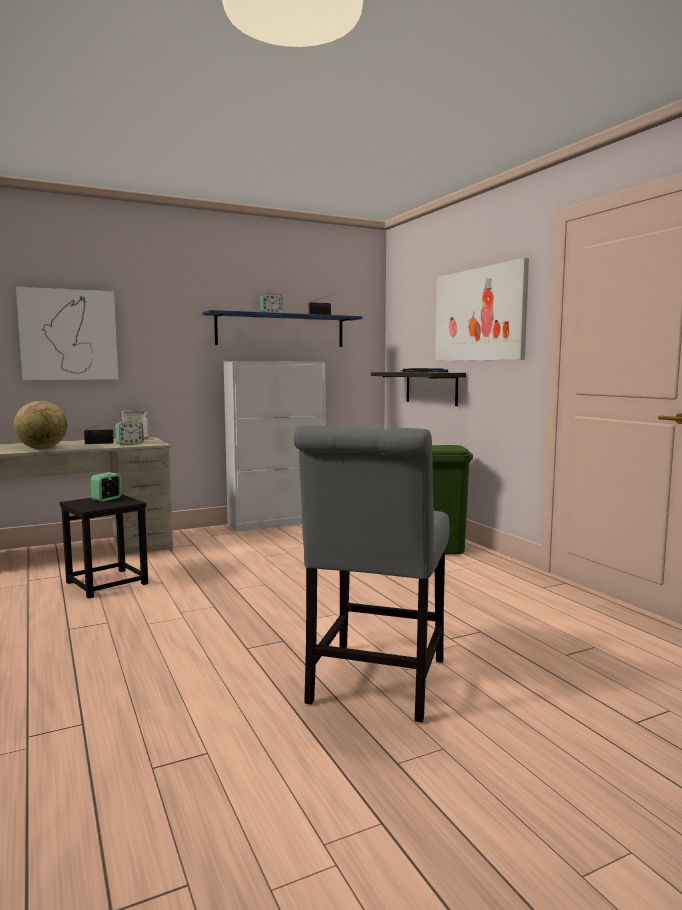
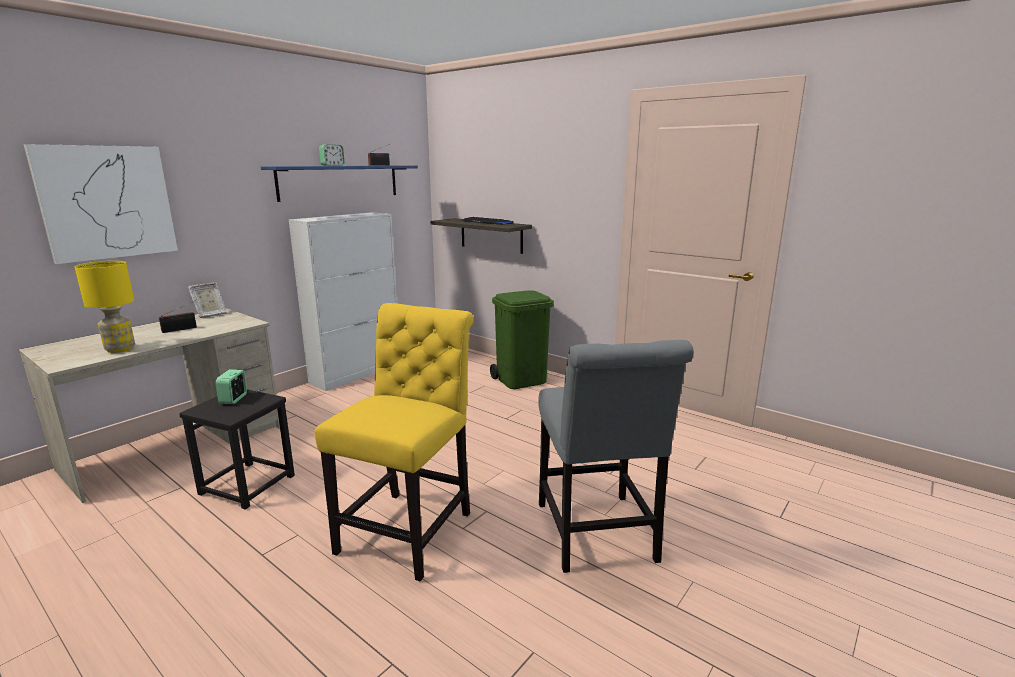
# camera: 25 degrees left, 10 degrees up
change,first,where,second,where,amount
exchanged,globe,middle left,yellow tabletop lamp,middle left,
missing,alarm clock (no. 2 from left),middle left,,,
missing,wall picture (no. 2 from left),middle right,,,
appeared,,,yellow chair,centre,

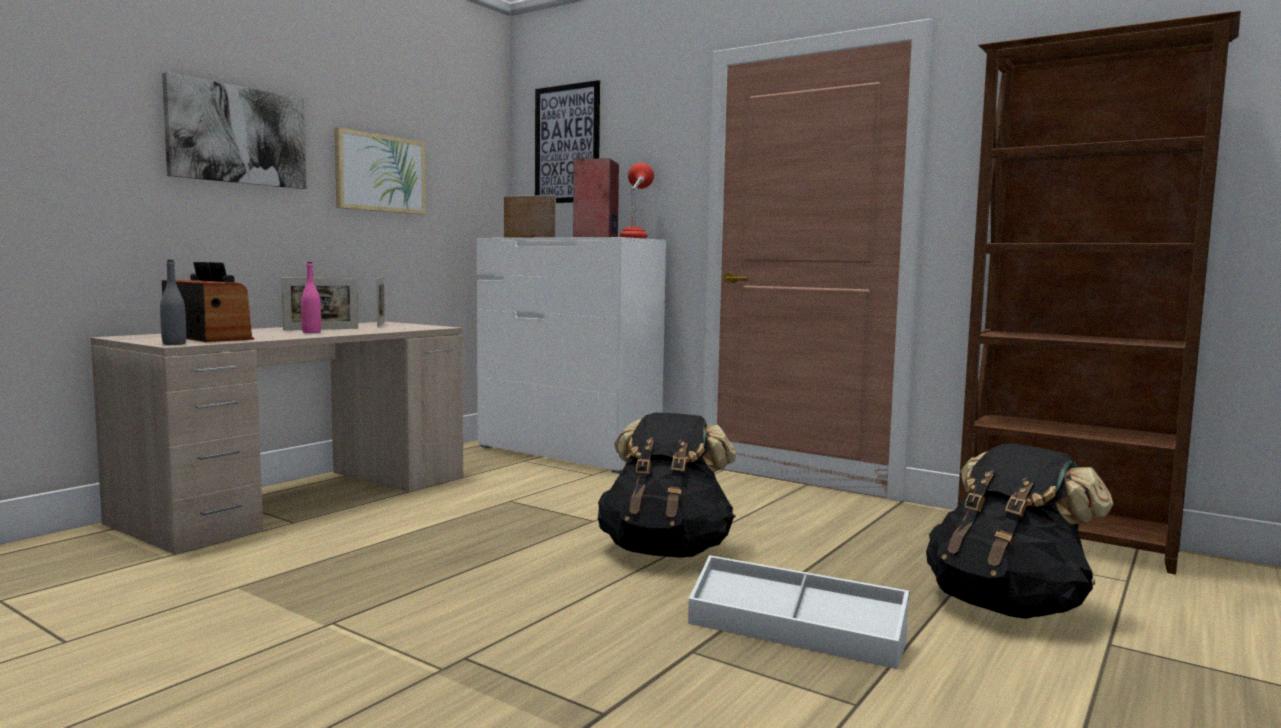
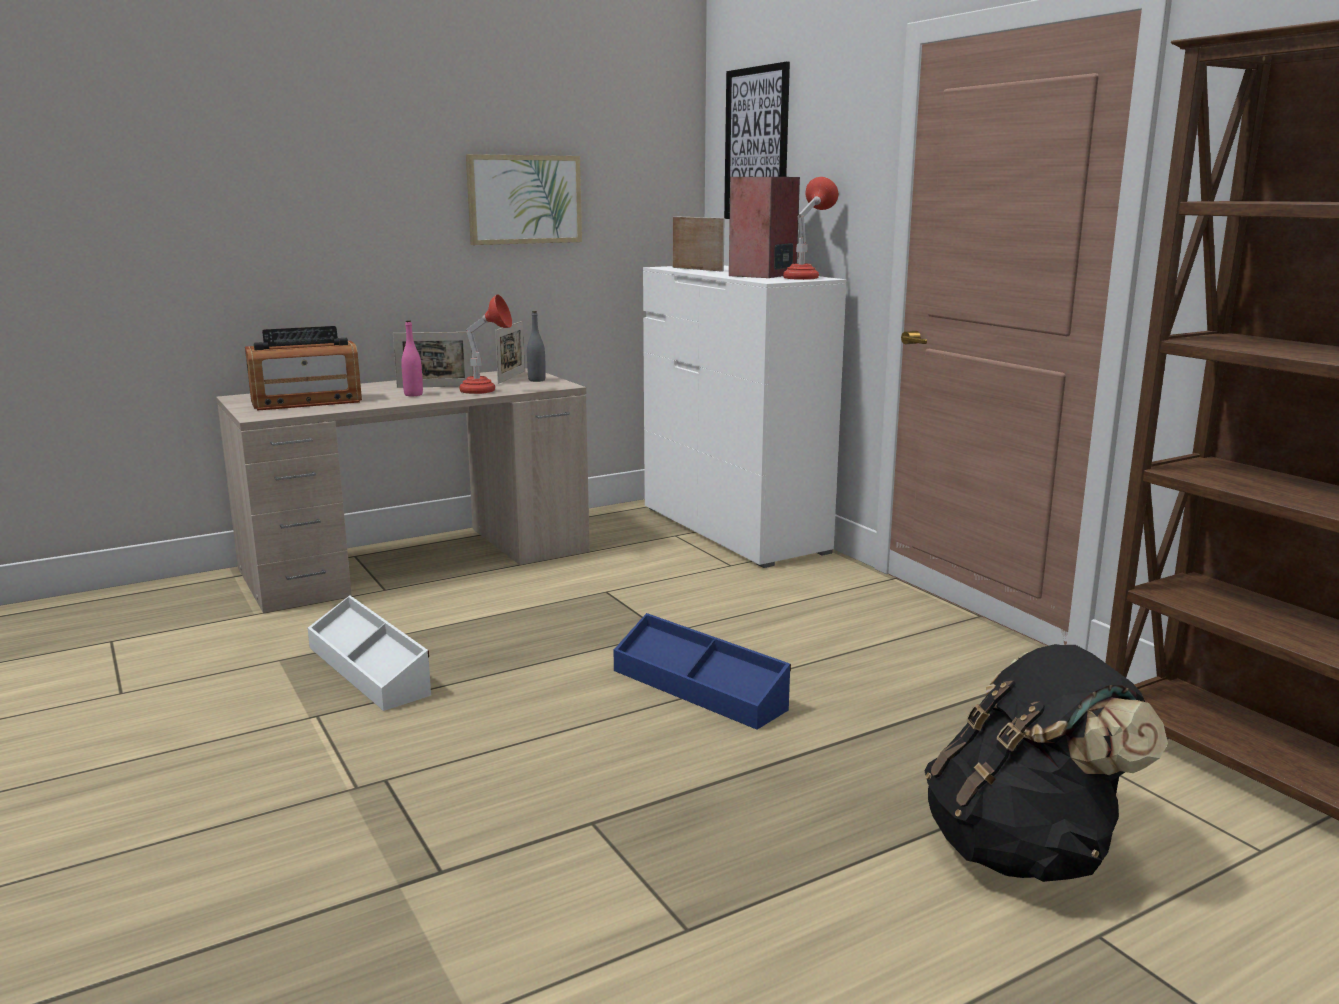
# camera: 25 degrees right, 10 degrees up
change,first,where,second,where,amount
relocated,grey beverage bottle,middle left,,centre,
missing,wall picture (no. 1 from left),top left,,,
spun,radio set,middle left,,middle left,90 degrees clockwise
exchanged,blackish rucksack (no. 1 from left),centre,blue storage bin,bottom centre,
relocated,white storage bin,bottom centre,,middle left,
appeared,,,reddish tabletop lamp (no. 1 from left),centre,

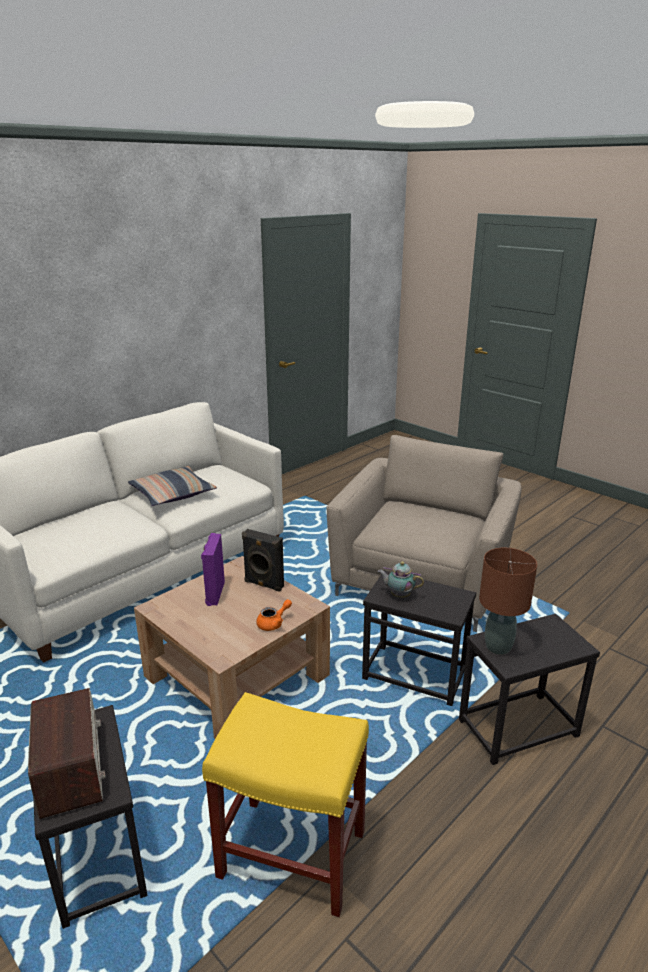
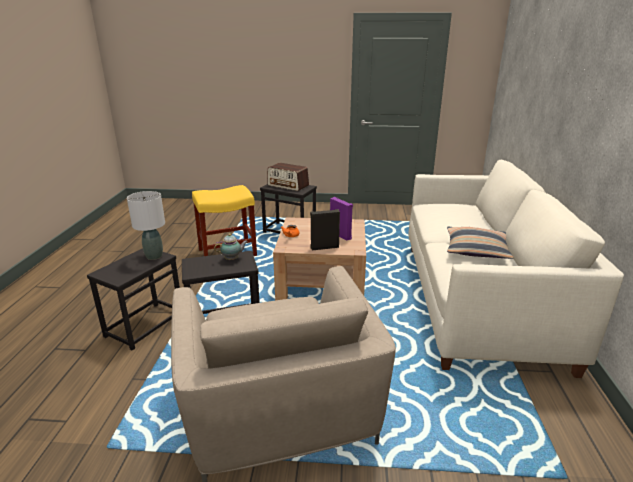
# camera: 140 degrees right, 0 degrees up
change,first,where,second,where,amount
colour,brown-coloured tabletop lamp,middle right,grey tabletop lamp,middle left,

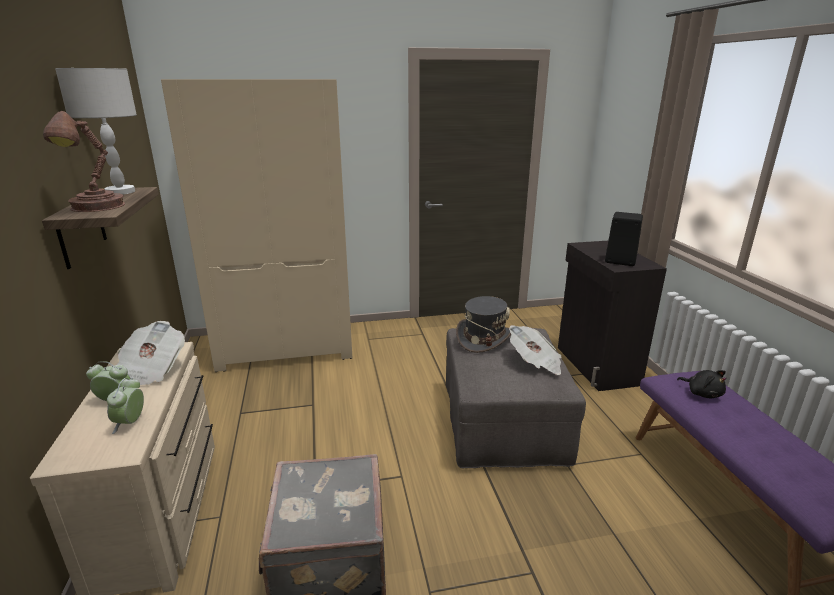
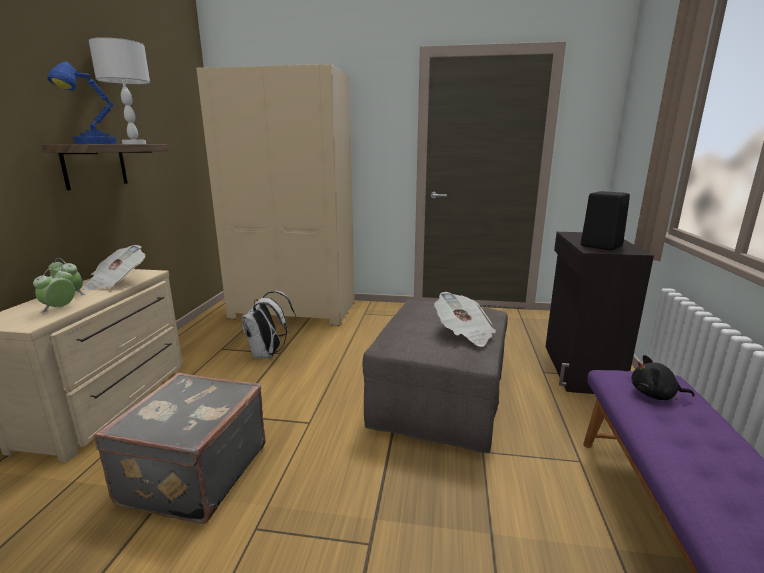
# camera: 20 degrees right, 5 degrees down
change,first,where,second,where,amount
colour,brown-coloured tabletop lamp,top left,blue tabletop lamp,top left,
missing,grey clothing hat,centre,,,
spun,blackish cuddly toy,middle right,,middle right,120 degrees clockwise
appeared,,,white rucksack,centre,

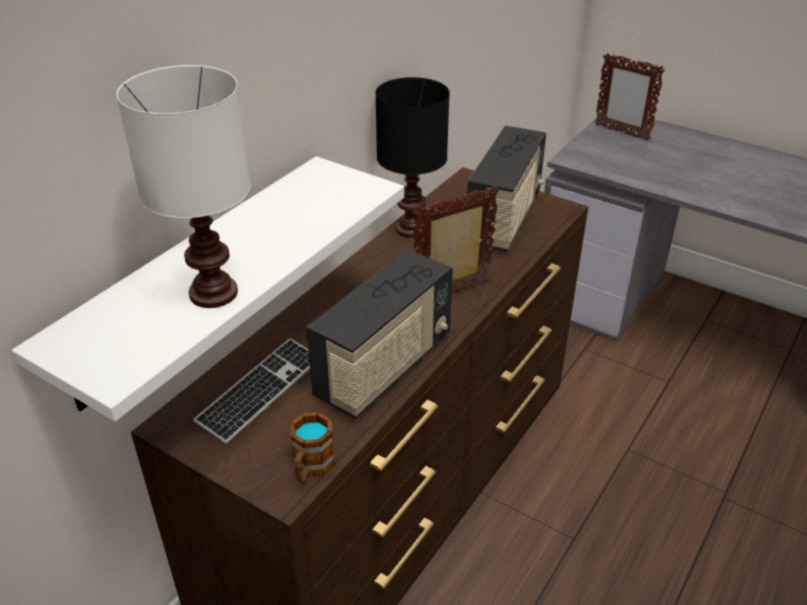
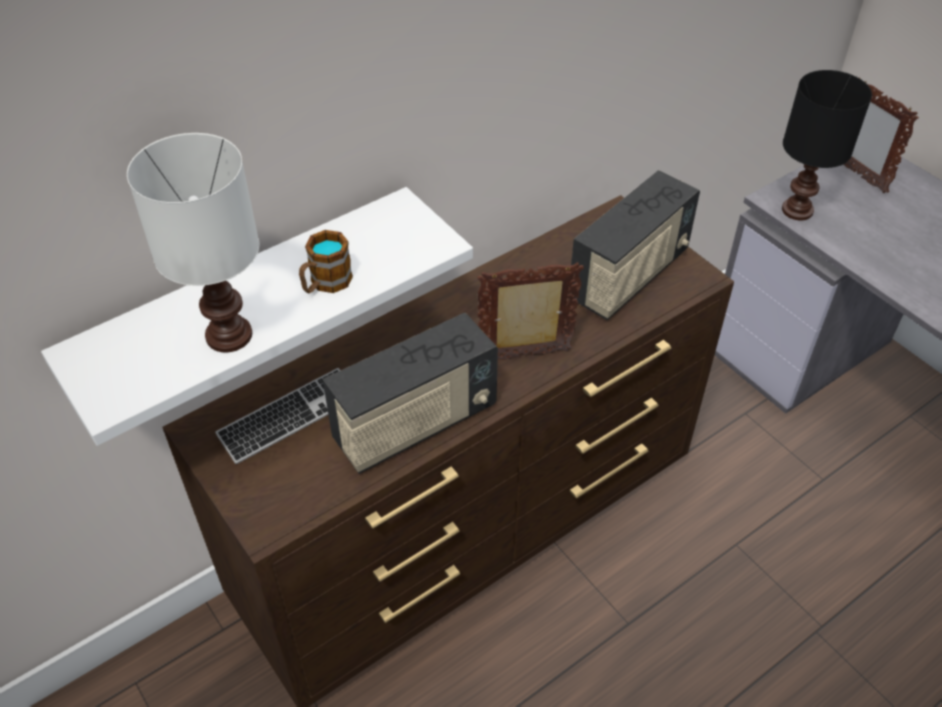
# camera: 20 degrees right, 10 degrees up
change,first,where,second,where,amount
relocated,coffee mug,bottom centre,,centre,
relocated,blackish tabletop lamp,top centre,,top right,

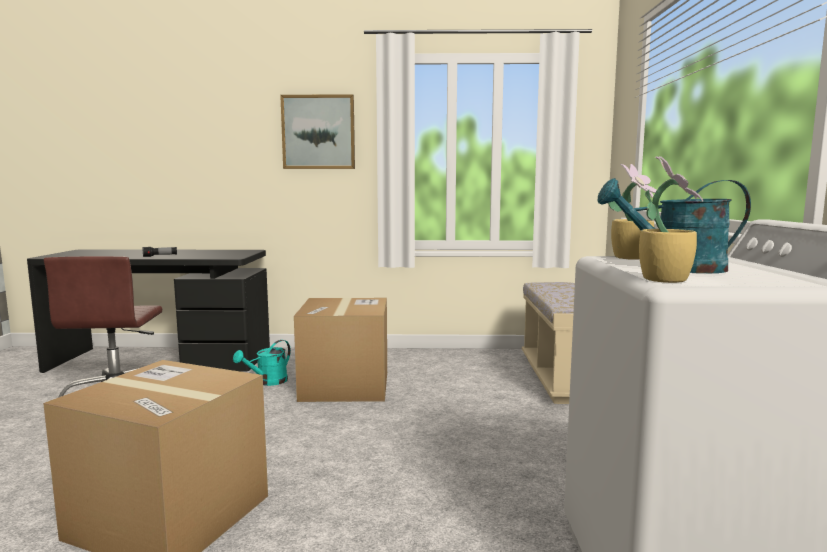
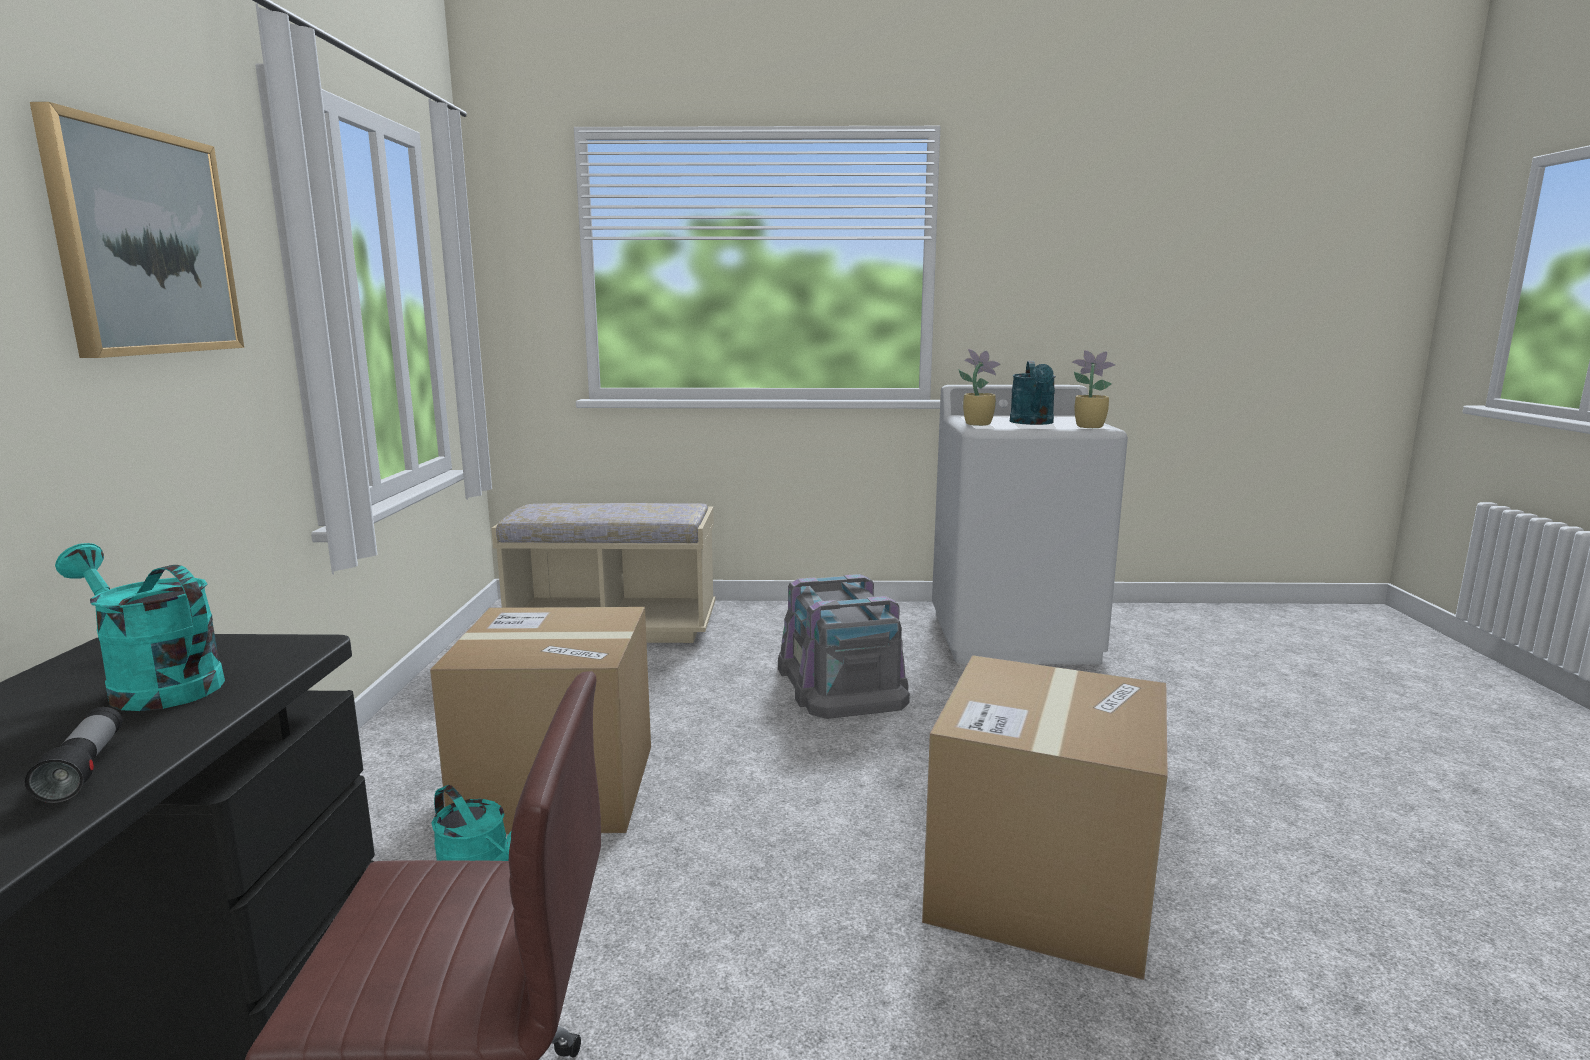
# camera: 90 degrees left, 5 degrees up
change,first,where,second,where,amount
appeared,,,turquoise watering pot (no. 1 from left),middle left,
appeared,,,grey storage bin,centre,

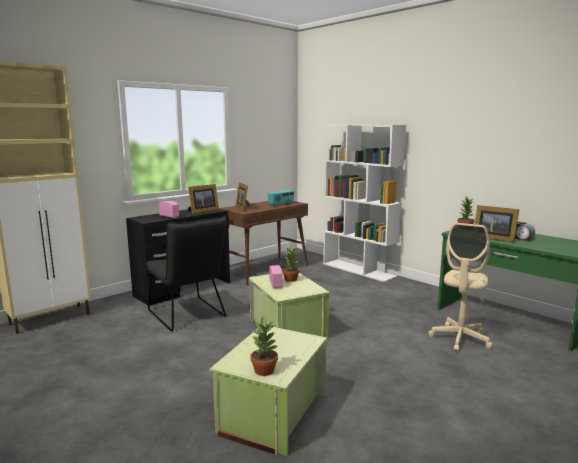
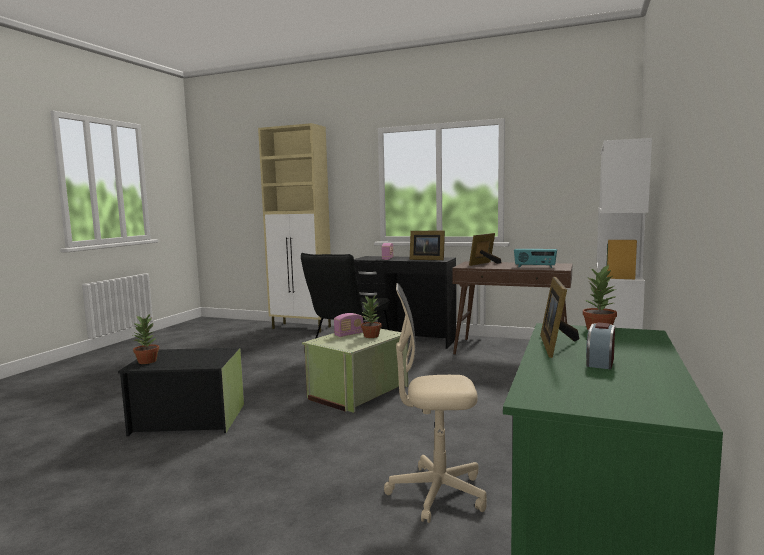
# camera: 65 degrees right, 5 degrees down
change,first,where,second,where,amount
colour,green-coloured storage bin (no. 1 from left),bottom centre,blackish storage bin,bottom left,

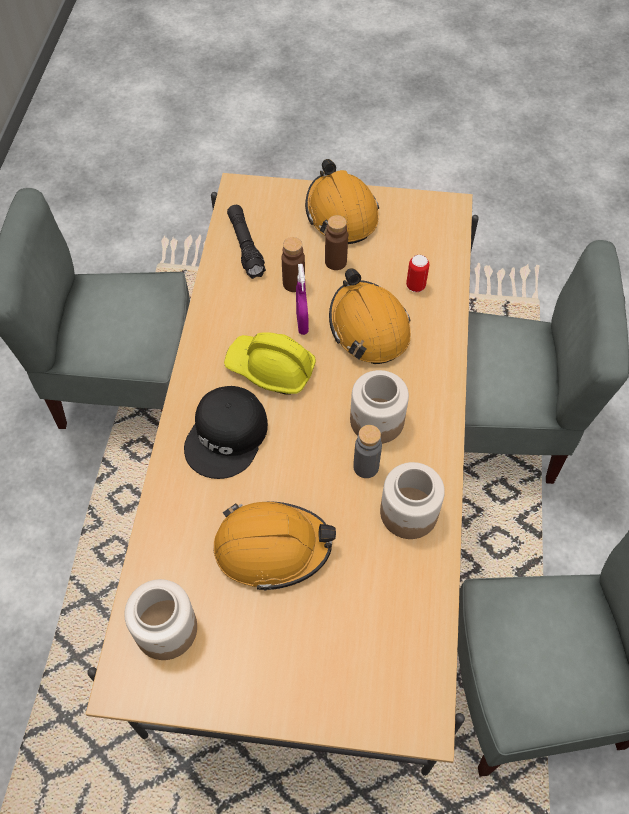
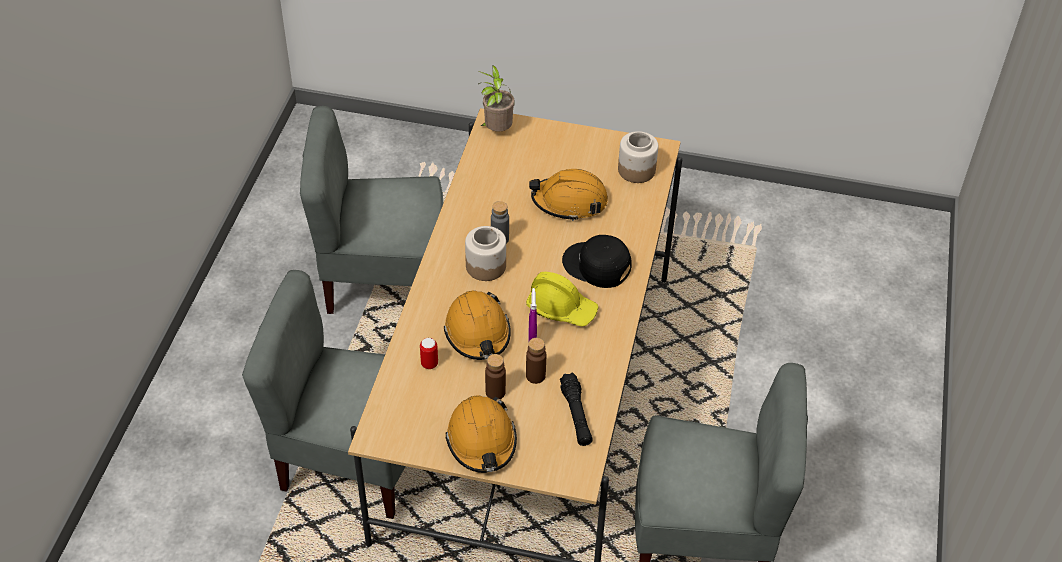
# camera: 175 degrees left, 10 degrees down
change,first,where,second,where,amount
spun,blackish peaked cap,centre,,centre,90 degrees counterclockwise
missing,preserve jar (no. 3 from left),centre,,,
appeared,,,houseplant,top centre,

